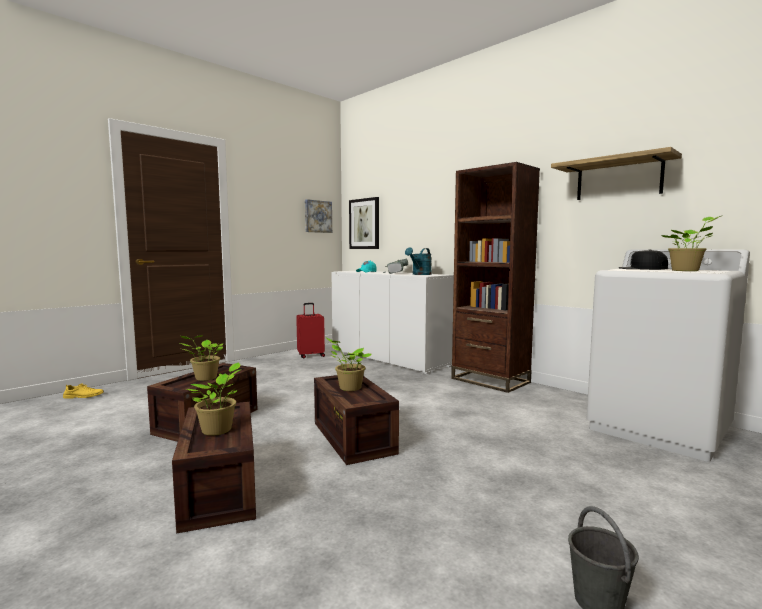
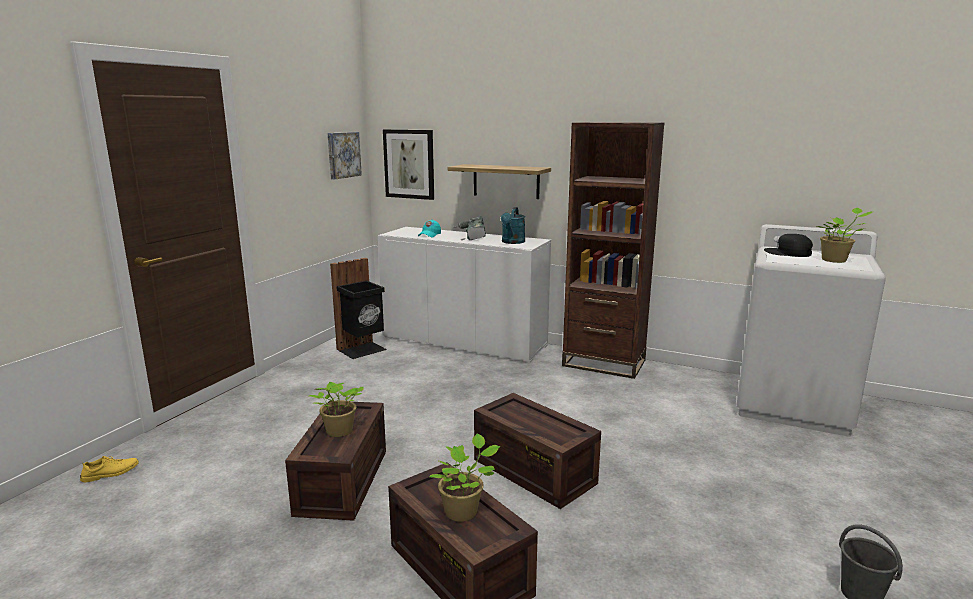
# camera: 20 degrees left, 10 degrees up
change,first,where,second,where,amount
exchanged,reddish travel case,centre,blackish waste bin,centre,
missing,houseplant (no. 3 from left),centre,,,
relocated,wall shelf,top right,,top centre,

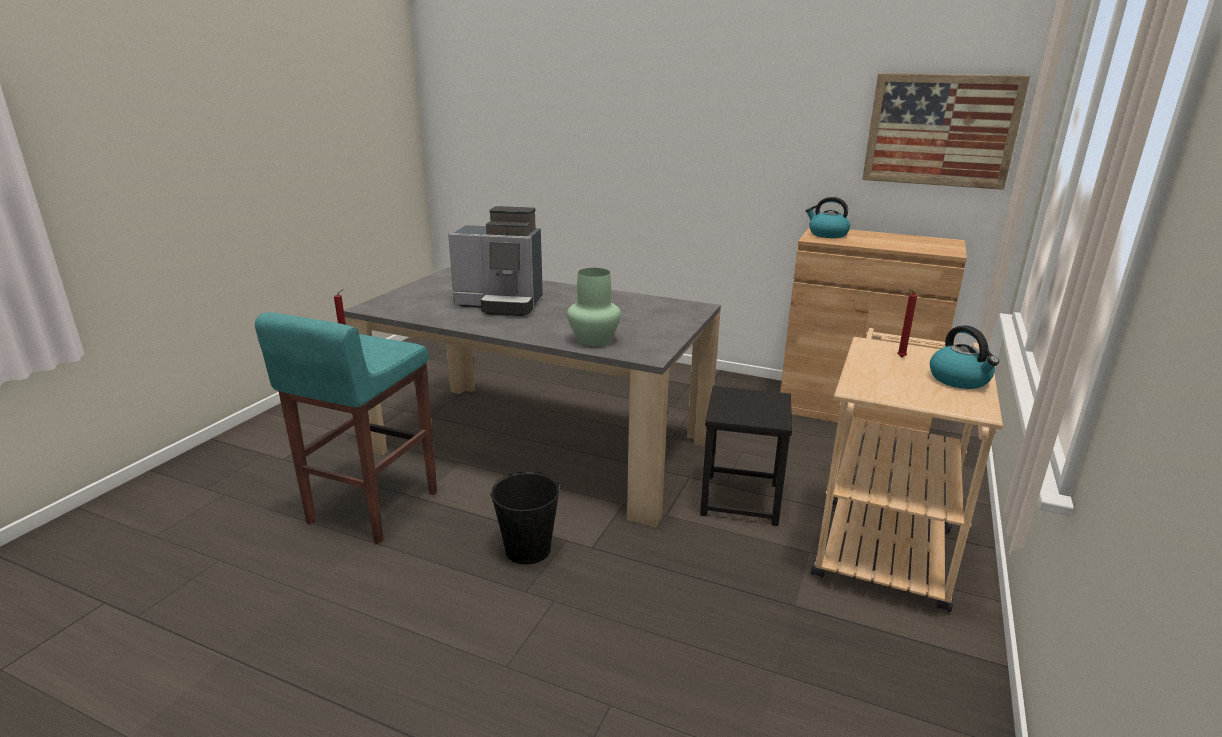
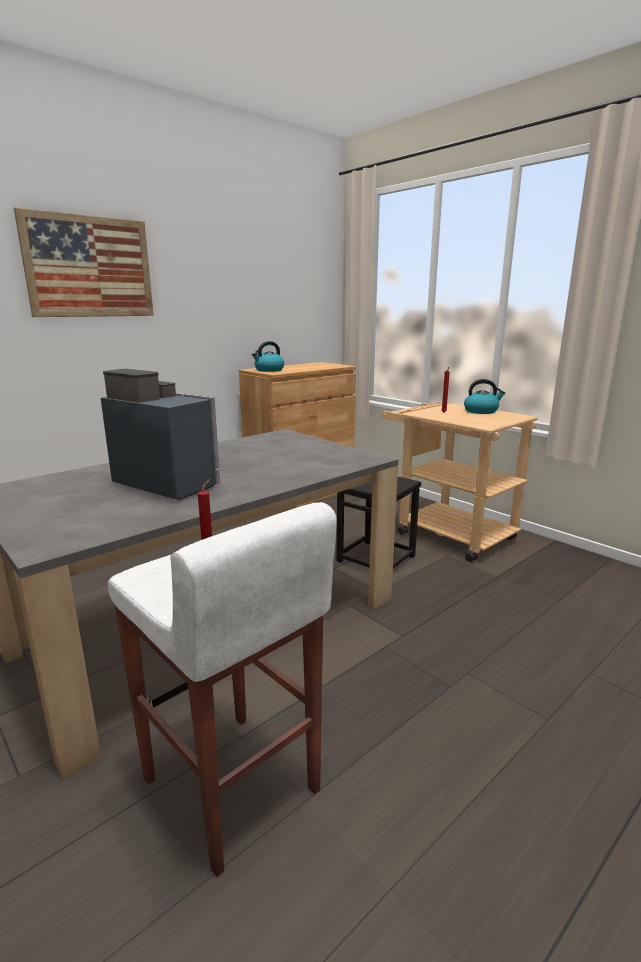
# camera: 65 degrees left, 5 degrees down
change,first,where,second,where,amount
colour,turquoise sitting stool,middle left,white sitting stool,bottom centre,
spun,coffee brewer,centre,,middle left,90 degrees counterclockwise
missing,blackish water bucket,bottom centre,,,
missing,green-coloured vase,centre,,,
relocated,wall picture,top right,,top left,

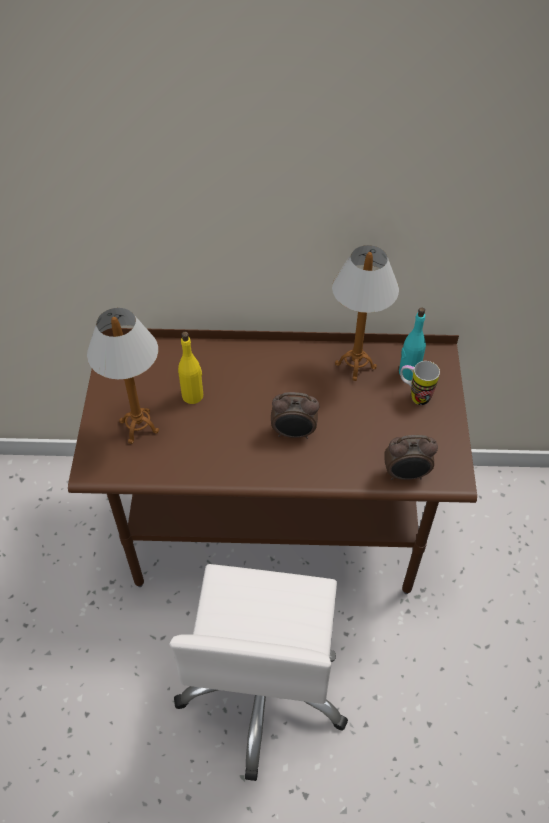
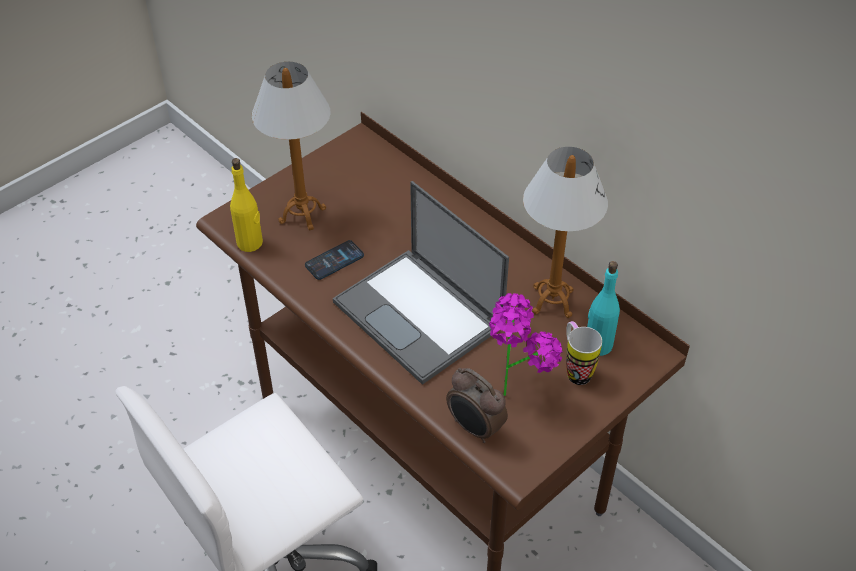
# camera: 45 degrees right, 5 degrees down
change,first,where,second,where,amount
relocated,yellow beverage bottle,centre,,middle left,
exchanged,alarm clock (no. 1 from left),centre,notebook computer,centre,
appeared,,,handset,centre,
appeared,,,houseplant,centre,

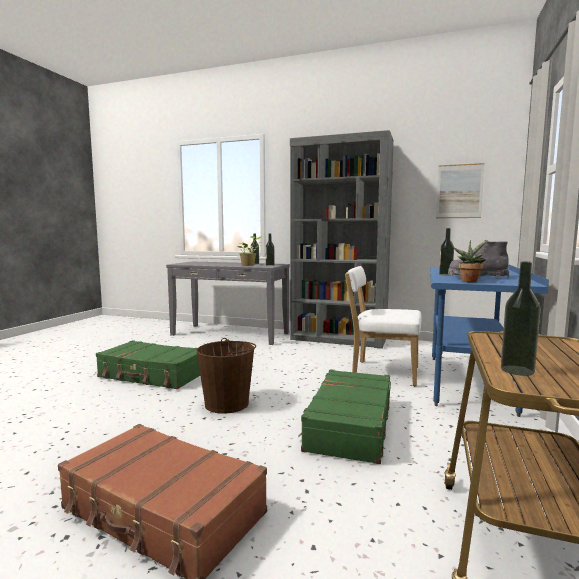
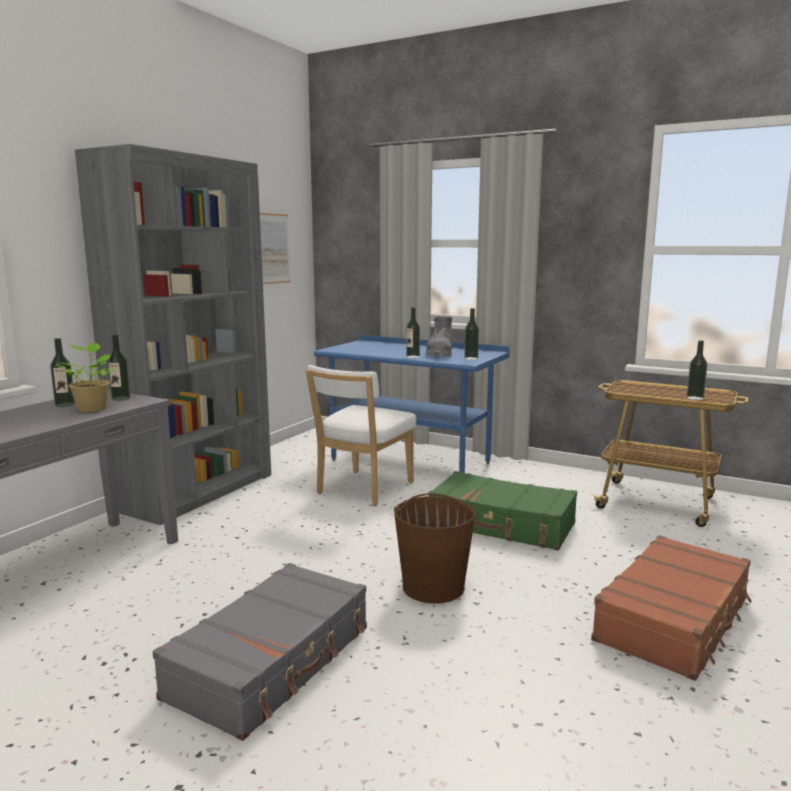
# camera: 80 degrees left, 5 degrees up
change,first,where,second,where,amount
colour,green-coloured travel case (no. 1 from left),middle left,grey travel case,bottom left,
exchanged,houseplant (no. 2 from left),middle right,beverage bottle (no. 4 from left),centre,

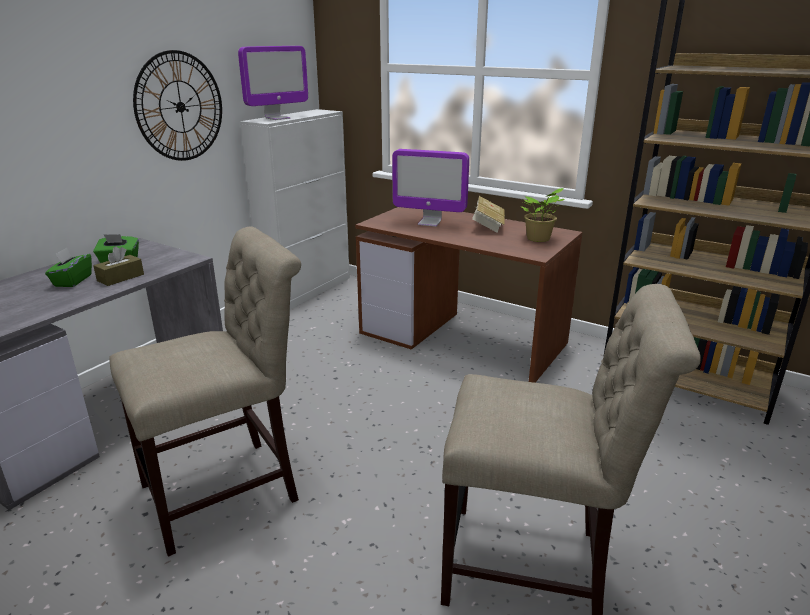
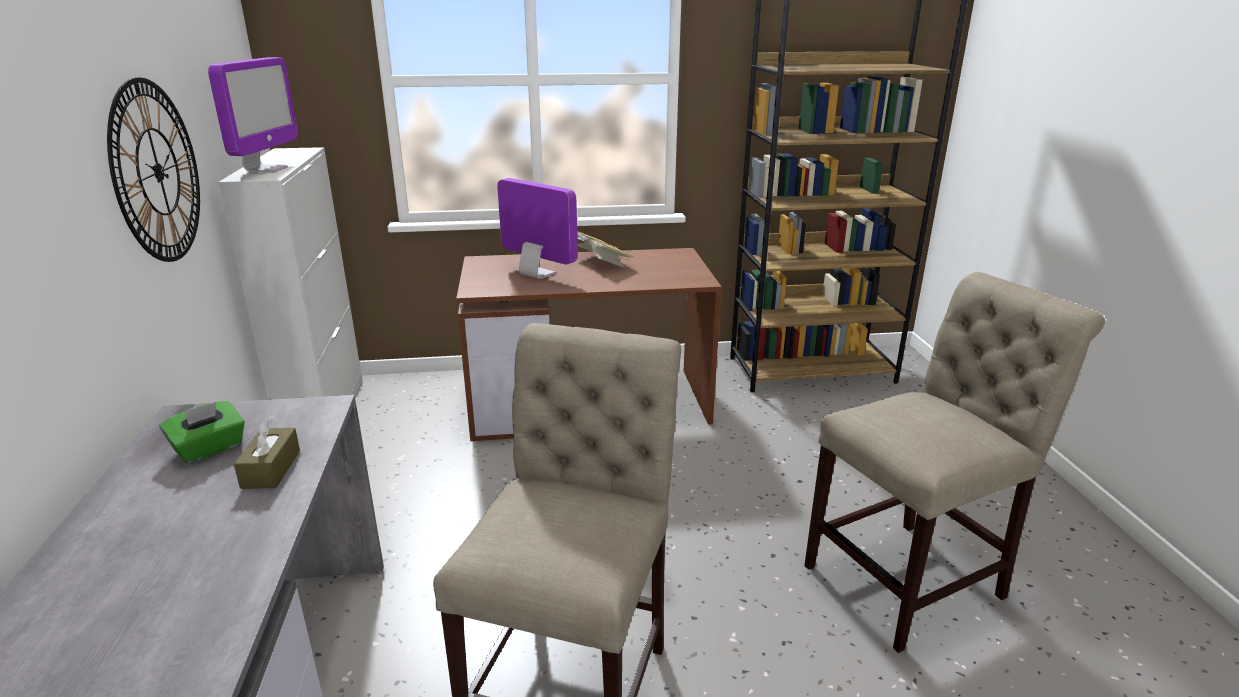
# camera: 40 degrees left, 0 degrees up
change,first,where,second,where,amount
missing,green-coloured box of tissues (no. 1 from left),middle left,,,
spun,monitor (no. 2 from left),top centre,,top centre,120 degrees counterclockwise
missing,houseplant,middle right,,,

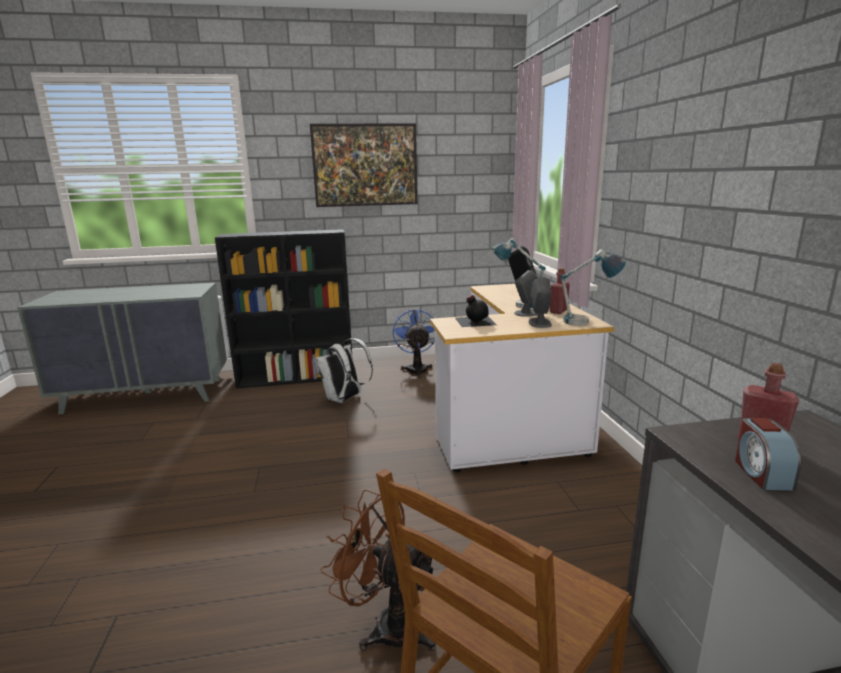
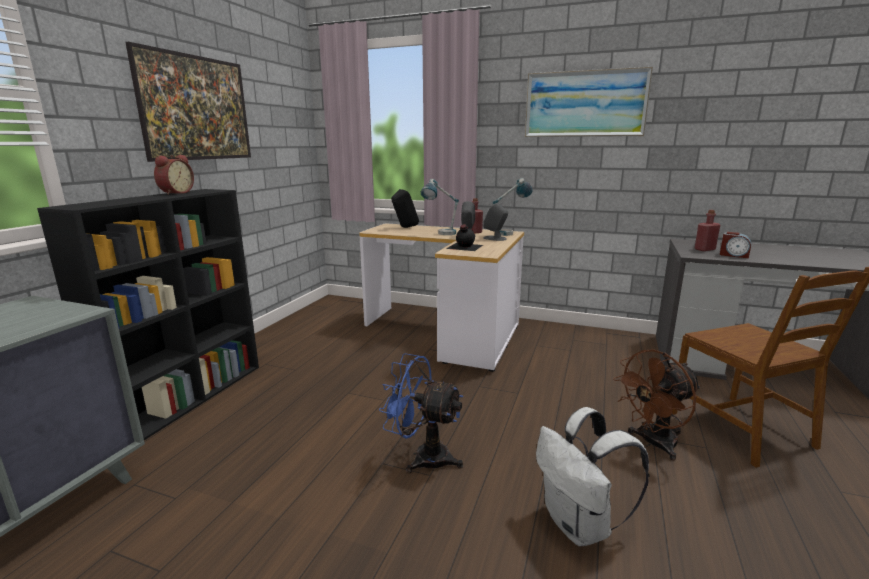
# camera: 60 degrees left, 0 degrees up
change,first,where,second,where,amount
relocated,white rucksack,centre,,bottom right,
relocated,blue cooling fan,centre,,bottom centre,
appeared,,,alarm clock (no. 1 from left),top left,
appeared,,,wall picture (no. 2 from left),top right,

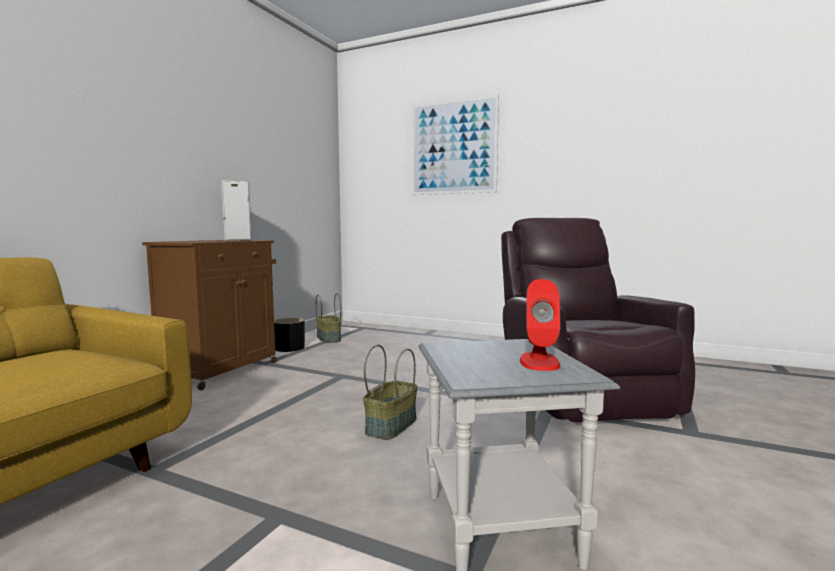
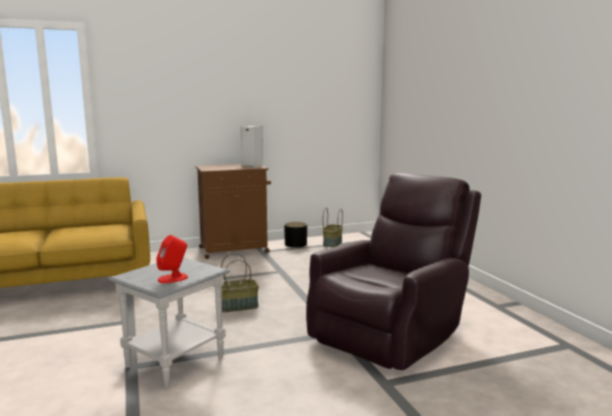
# camera: 45 degrees right, 5 degrees up
change,first,where,second,where,amount
missing,wall picture,top centre,,,

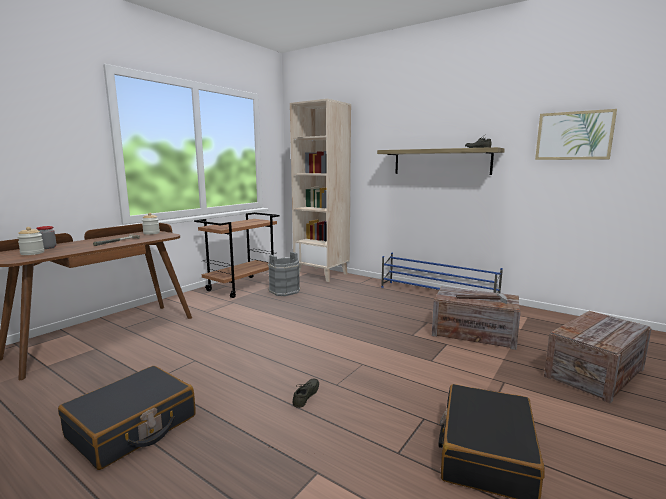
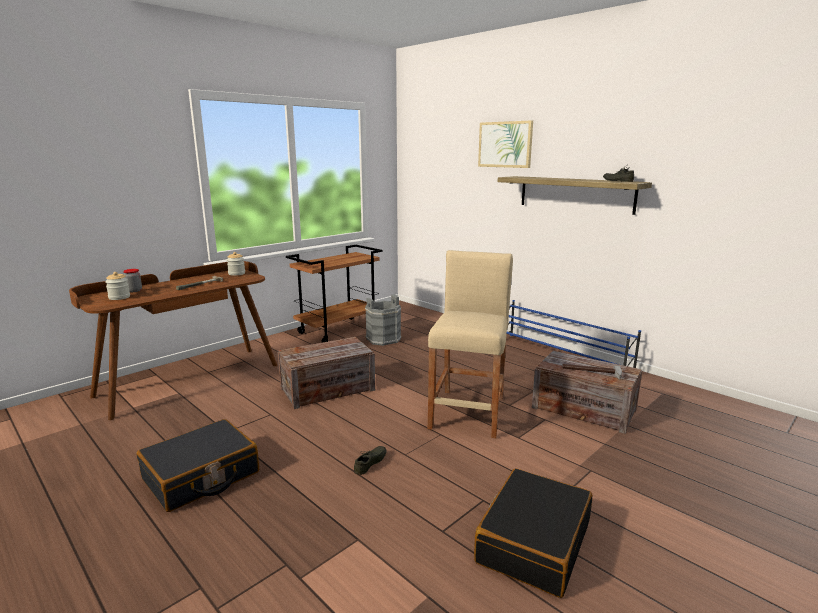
# camera: 10 degrees right, 5 degrees up
change,first,where,second,where,amount
missing,beige shelving unit,centre,,,
relocated,wall picture,top right,,top centre,
relocated,shipping crate (no. 2 from left in the first image),bottom right,shipping crate (no. 1 from left),centre,
appeared,,,beige sitting stool,centre,

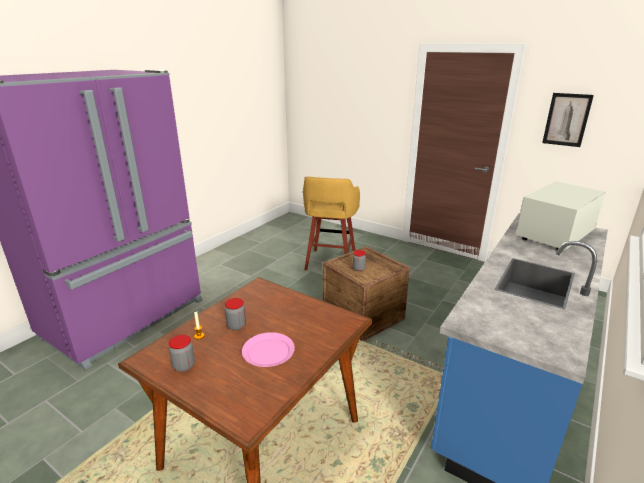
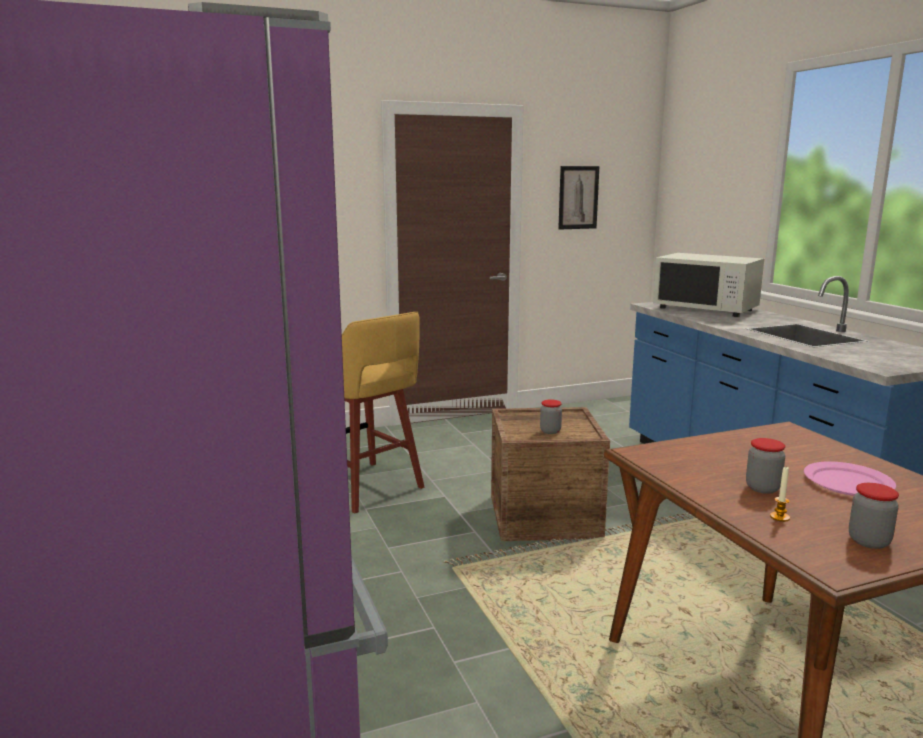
# camera: 55 degrees left, 10 degrees down
change,first,where,second,where,amount
spun,white microwave,middle right,,middle right,45 degrees counterclockwise

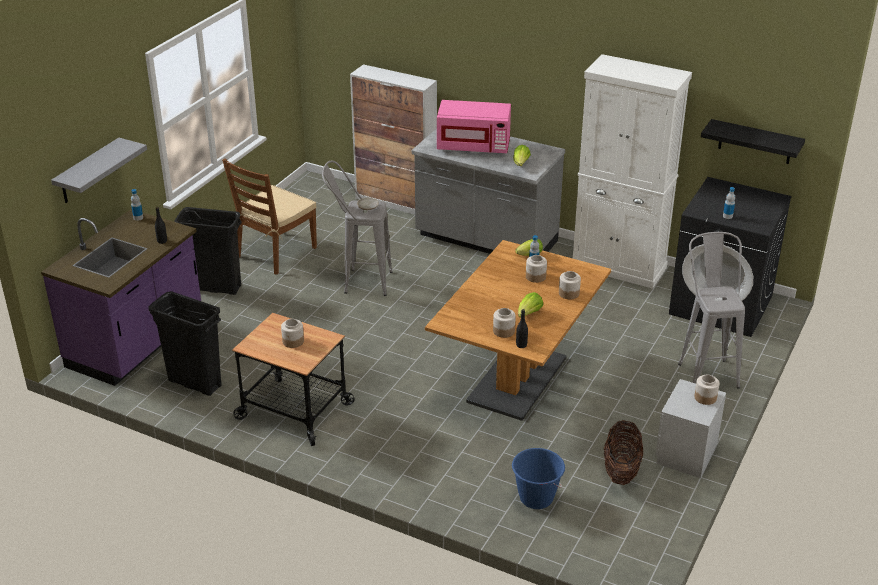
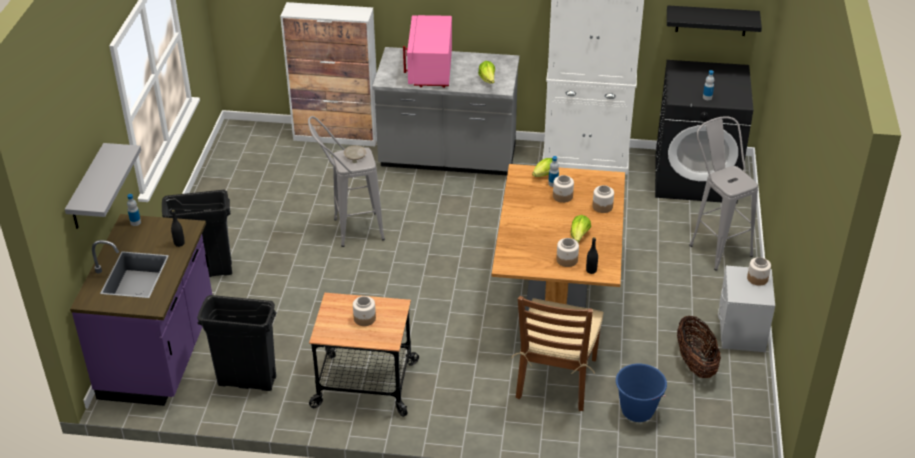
# camera: 20 degrees left, 5 degrees up
change,first,where,second,where,amount
relocated,brown-coloured chair,middle left,,bottom centre,
spun,pink microwave,top centre,,top centre,105 degrees clockwise

